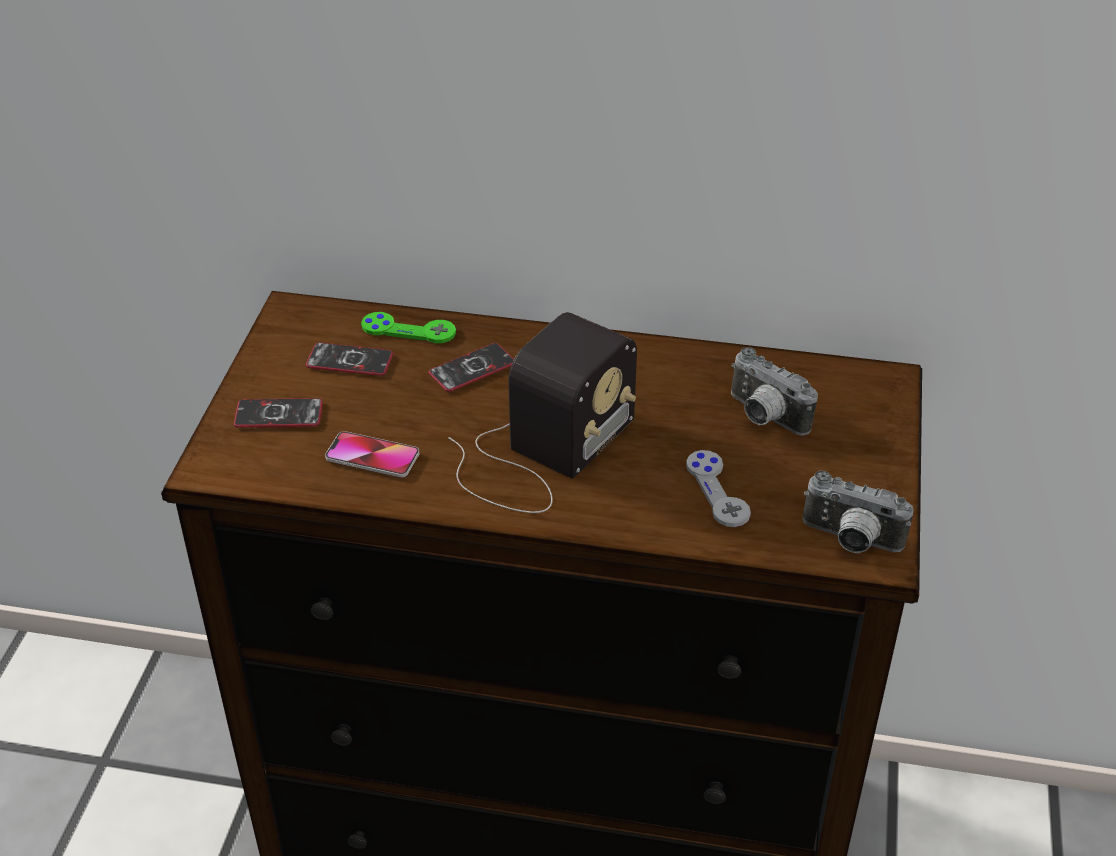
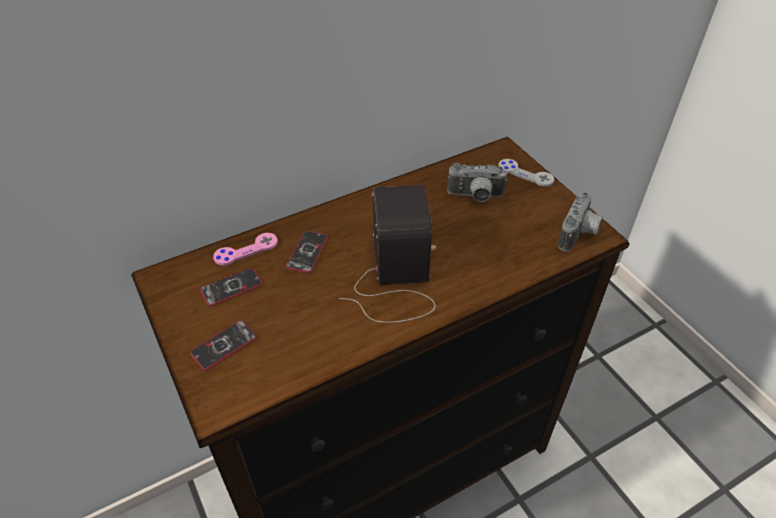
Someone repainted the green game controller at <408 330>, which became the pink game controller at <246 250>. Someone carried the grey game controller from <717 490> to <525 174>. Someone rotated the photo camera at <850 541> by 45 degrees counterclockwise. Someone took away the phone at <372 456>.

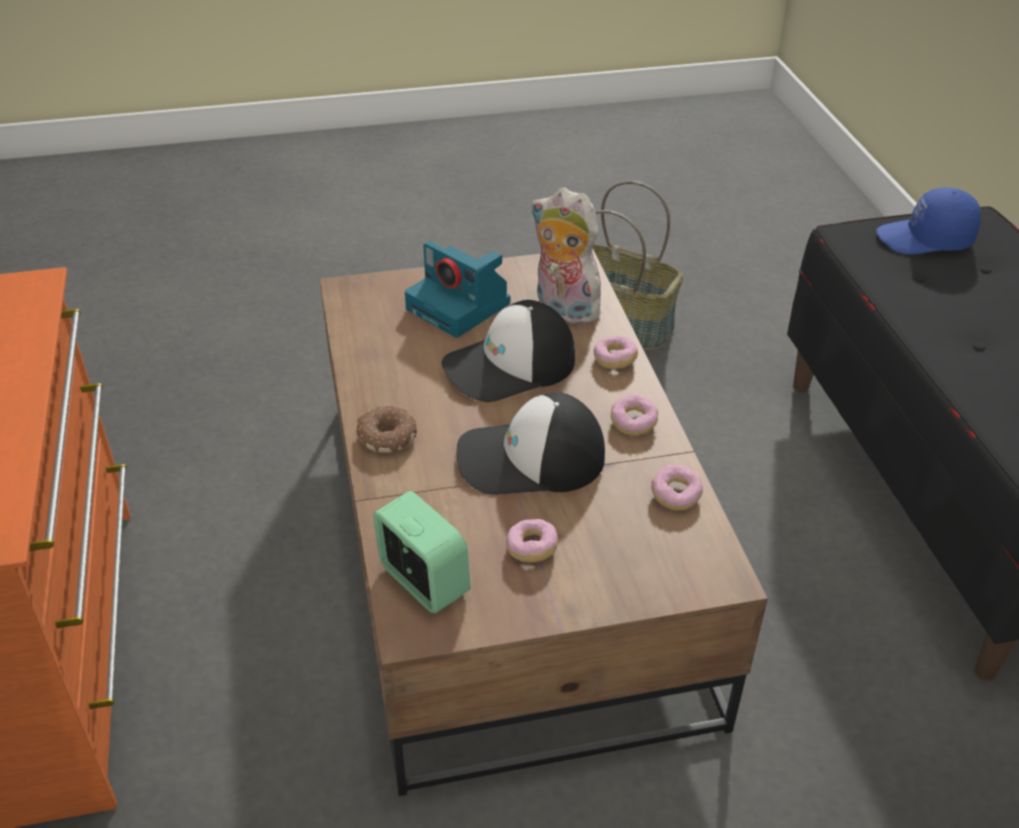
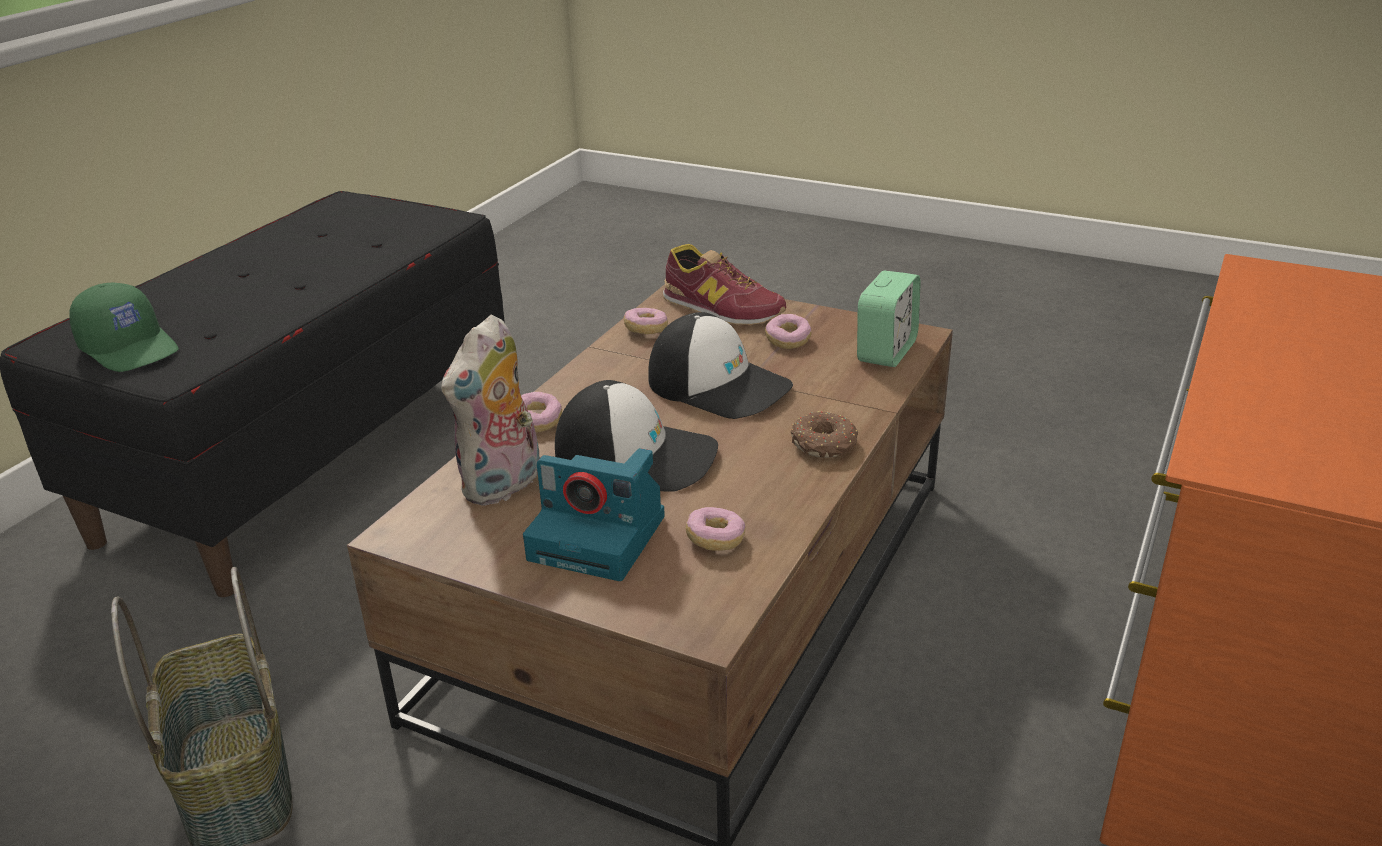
Someone repainted the blue cap at <925 240>, which became the green cap at <131 348>. Someone rotated the plush toy at <562 309> by 45 degrees clockwise. Someone rotated the photo camera at <460 306> by 120 degrees clockwise. Someone put down the shoe at <721 308>. Someone carried the donut from <633 423> to <715 540>. Someone rotated the alarm clock at <423 581> by 150 degrees counterclockwise.

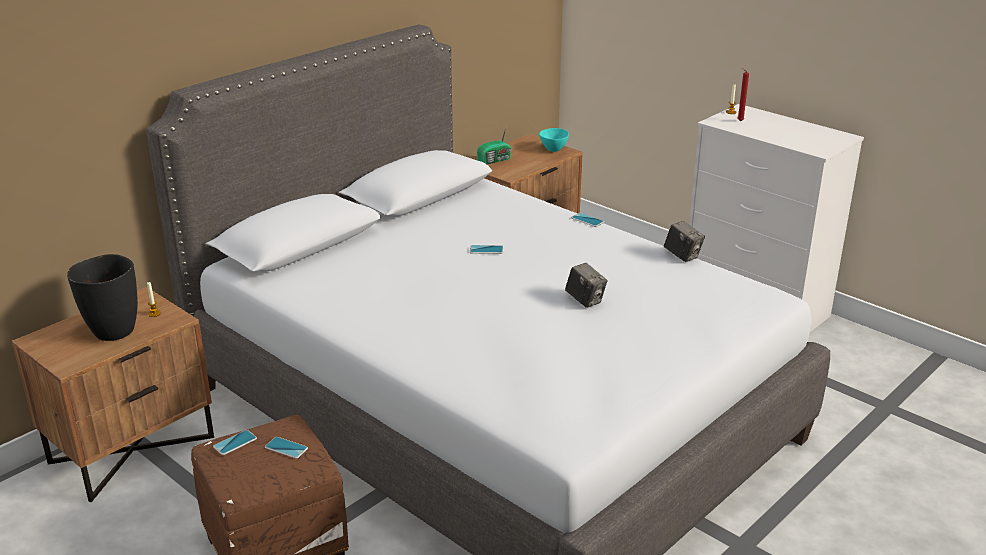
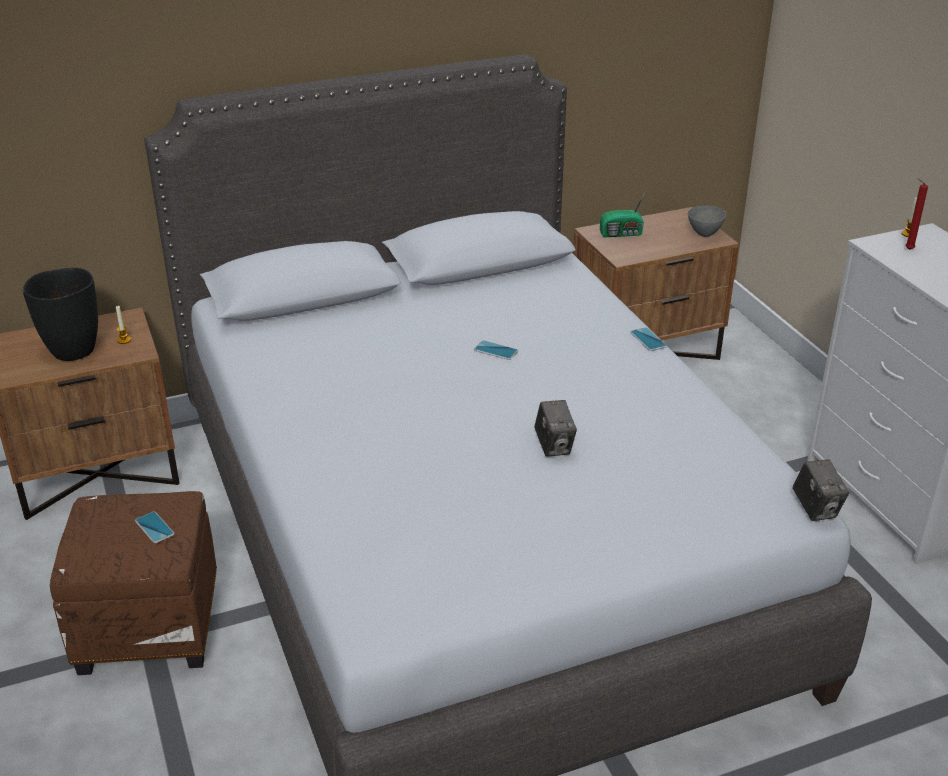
Someone repainted the turquoise bowl at <553 149>, which became the grey bowl at <704 233>. Someone carried the photo camera from <682 256> to <816 509>. Someone took away the phone at <235 443>.

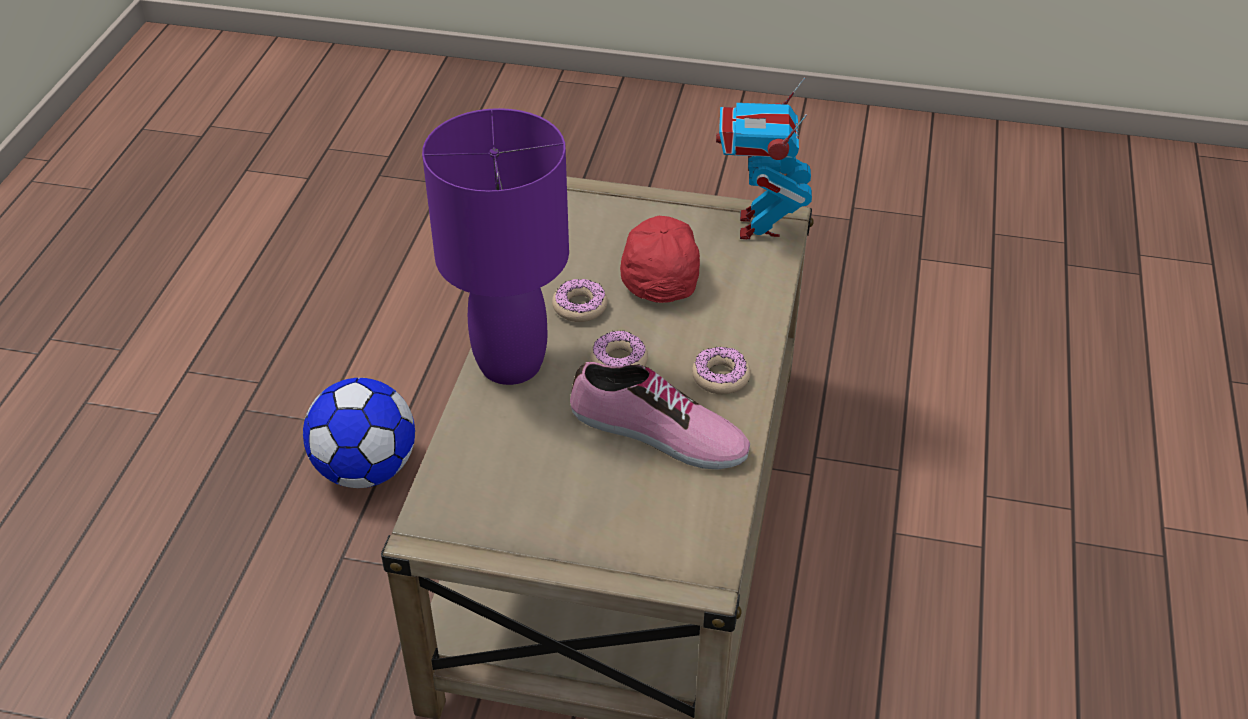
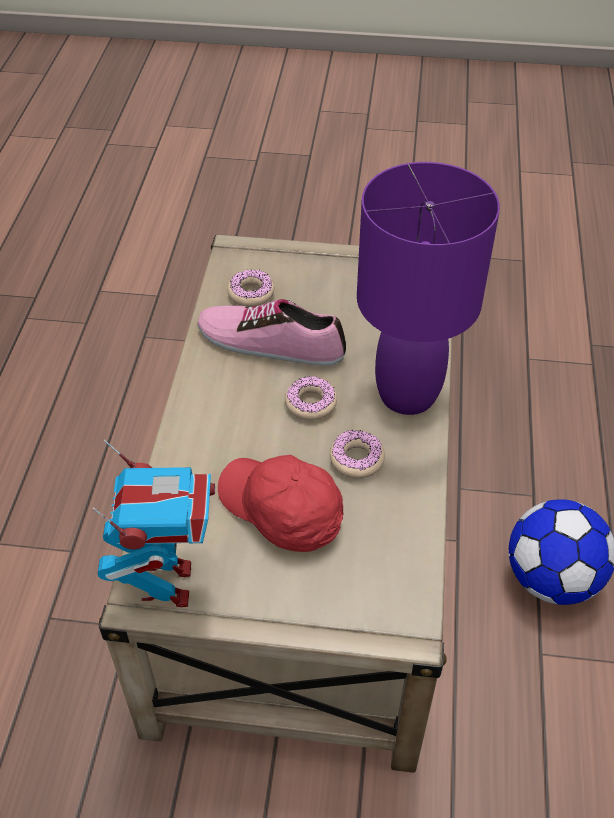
Someone rotated the red cap at <659 270> by 135 degrees clockwise. Someone carried the donut from <720 377> to <251 293>.

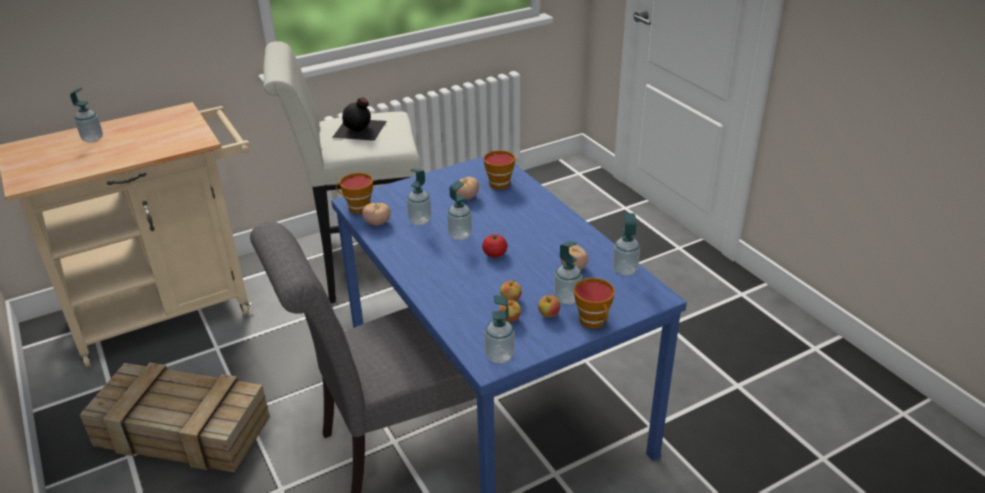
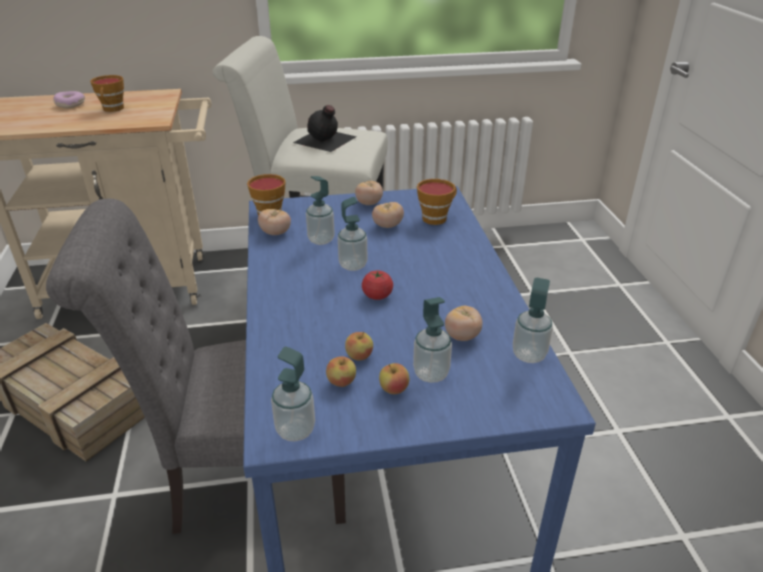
Someone swapped the soap dispenser at <92 139> for the donut at <70 104>. Someone carried the cup from <594 322> to <113 109>. Someone put down the tomato at <369 203>.

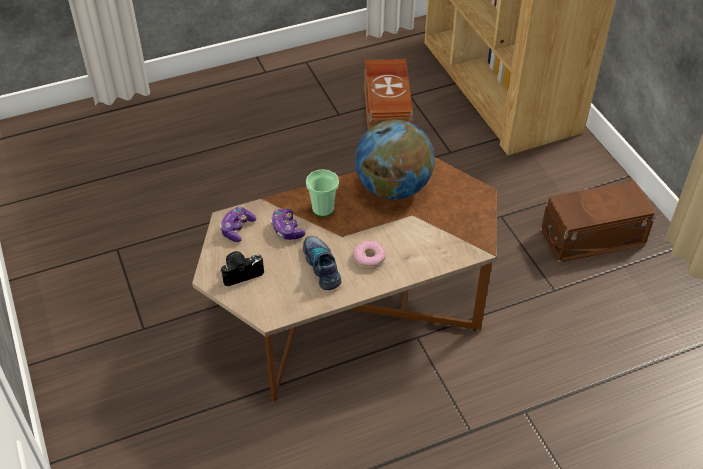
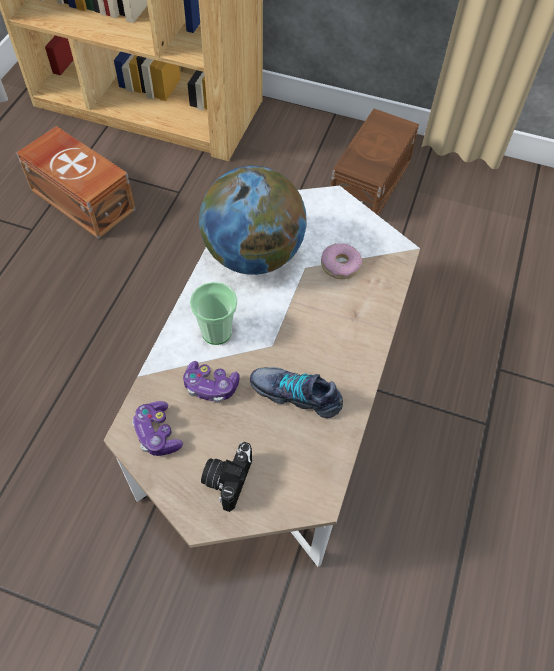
Someone repainted the brown coffee table at <352 311>, which became the white coffee table at <275 409>. Someone carried the donut from <369 258> to <340 265>.

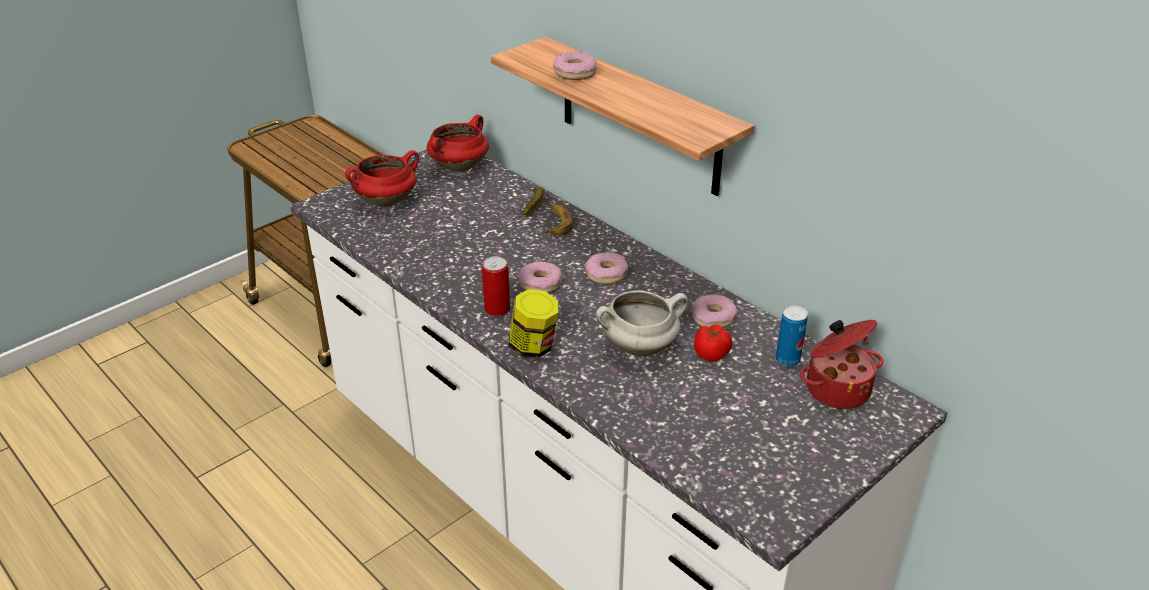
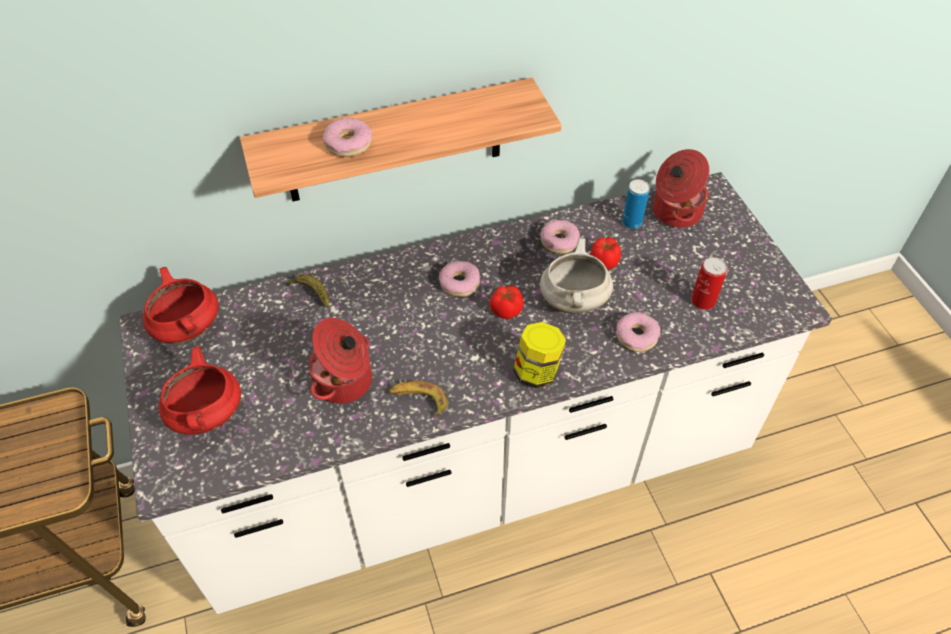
Someone put down the cooking pot at <345 382>. Someone carried the banana from <557 223> to <419 400>. Someone put down the tomato at <505 310>. Someone carried the donut from <540 283> to <636 336>. Someone carried the can from <497 309> to <703 301>.

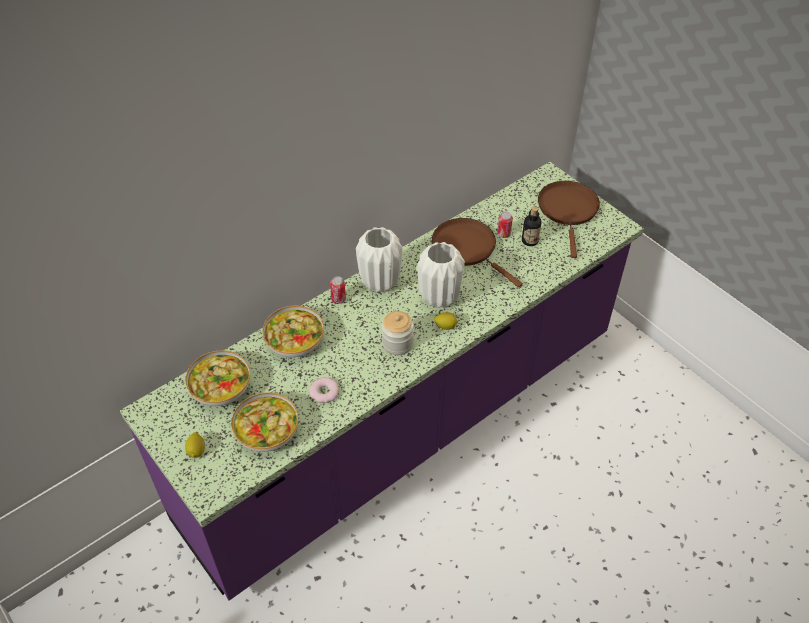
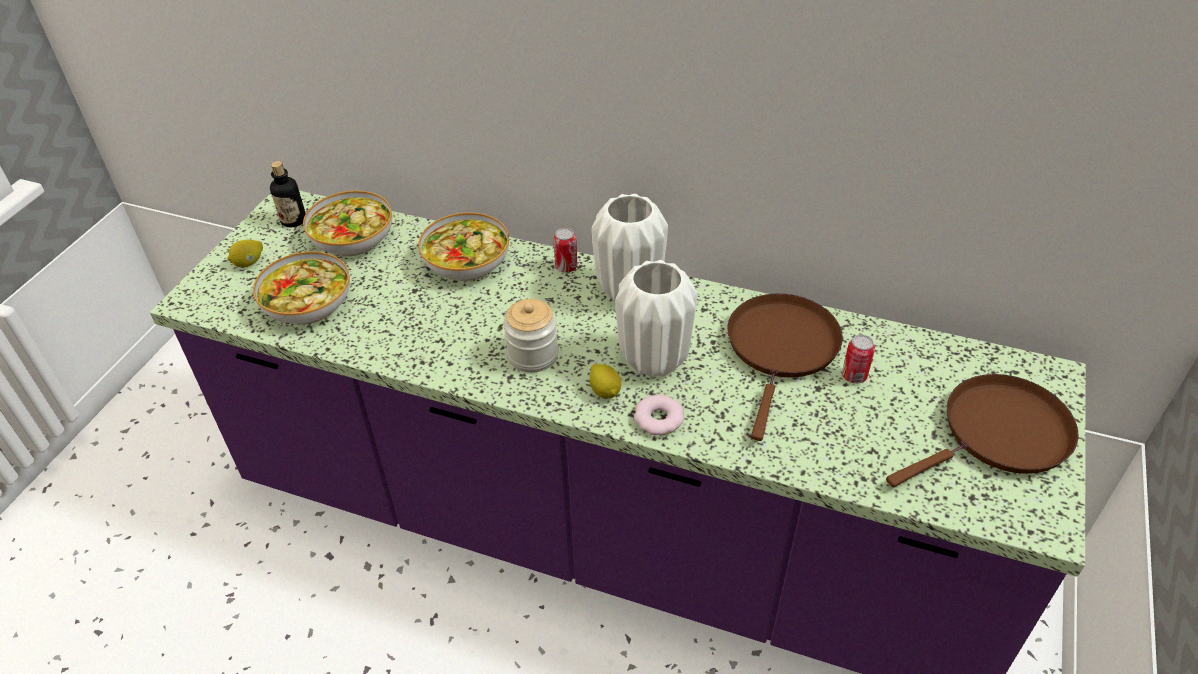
Someone carried the bottle from <529 241> to <293 220>. Someone carried the donut from <324 392> to <658 419>.

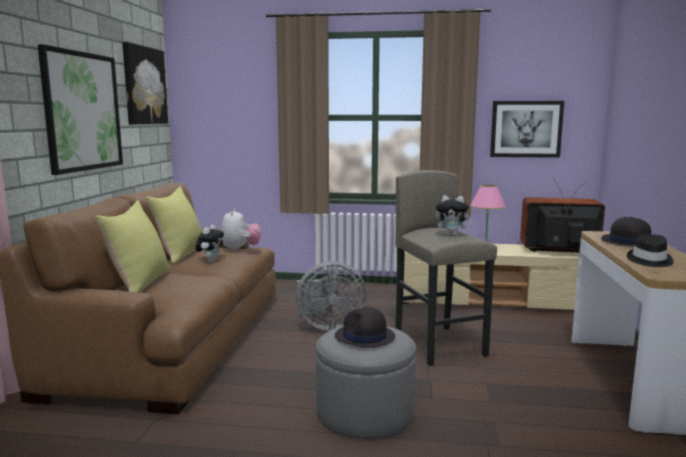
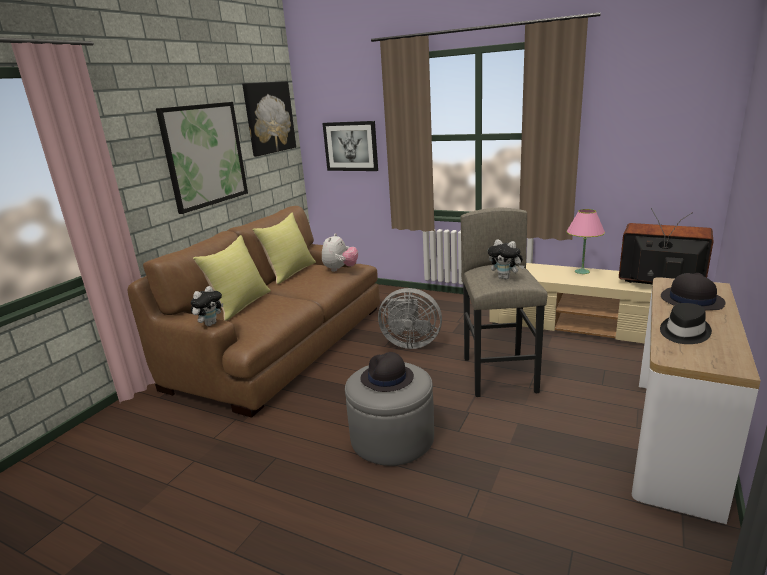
Someone carried the plush toy from <210 261> to <210 324>. Someone carried the picture from <526 129> to <351 146>.

